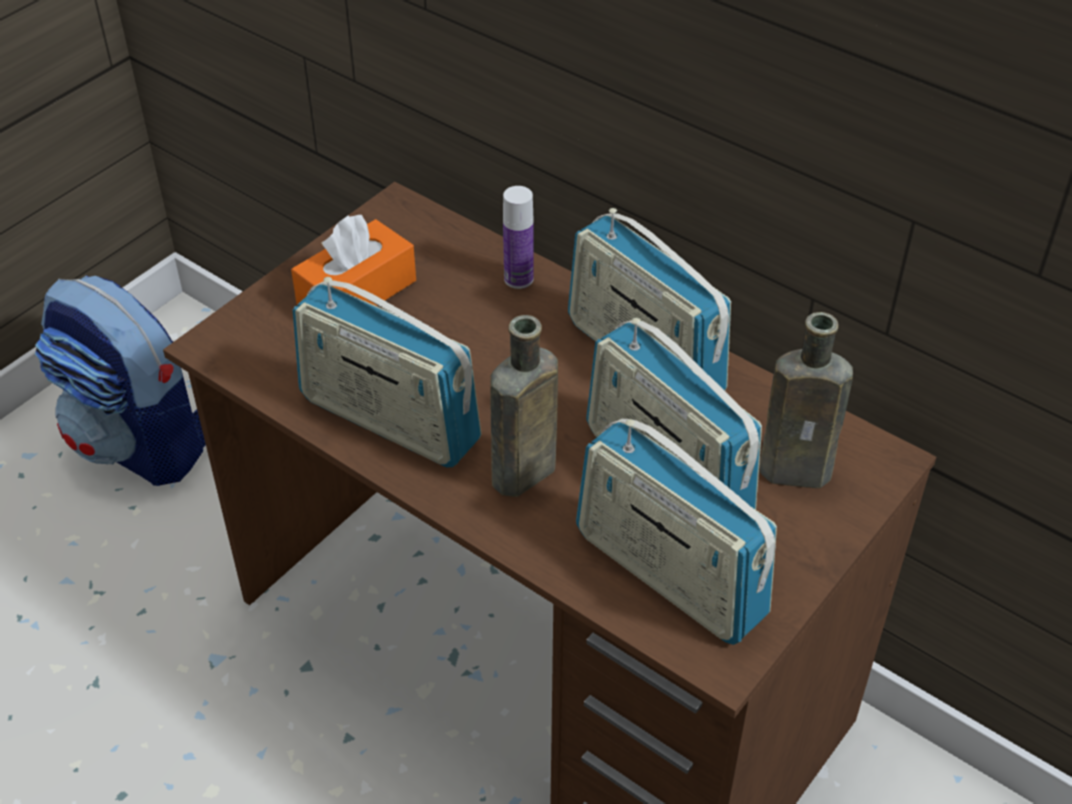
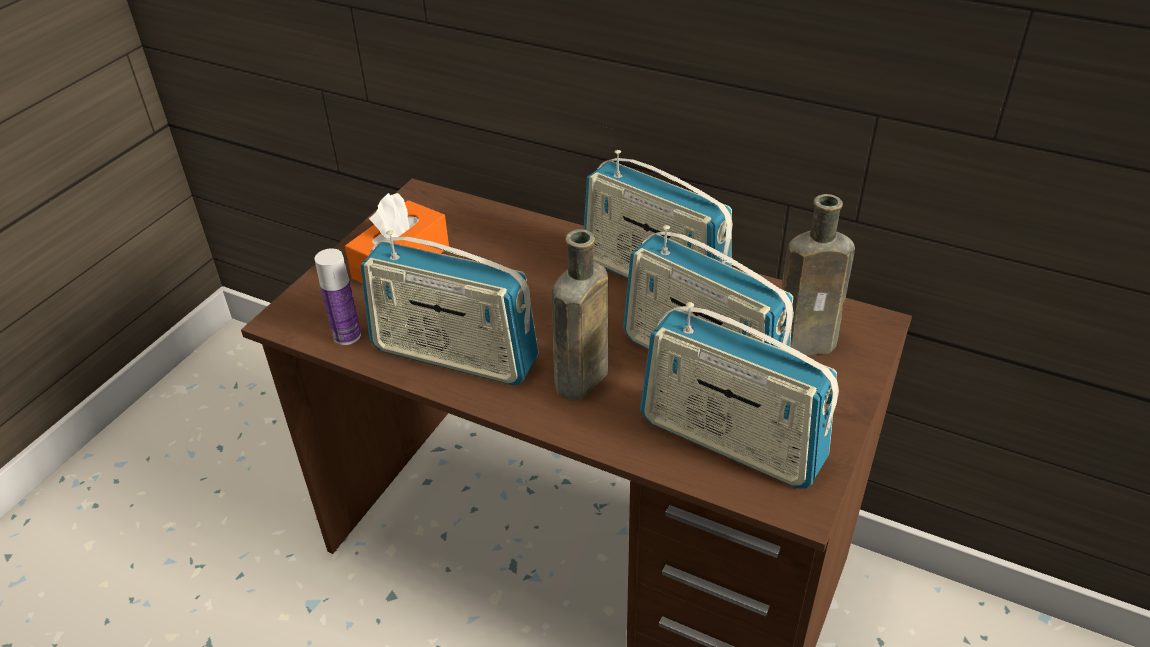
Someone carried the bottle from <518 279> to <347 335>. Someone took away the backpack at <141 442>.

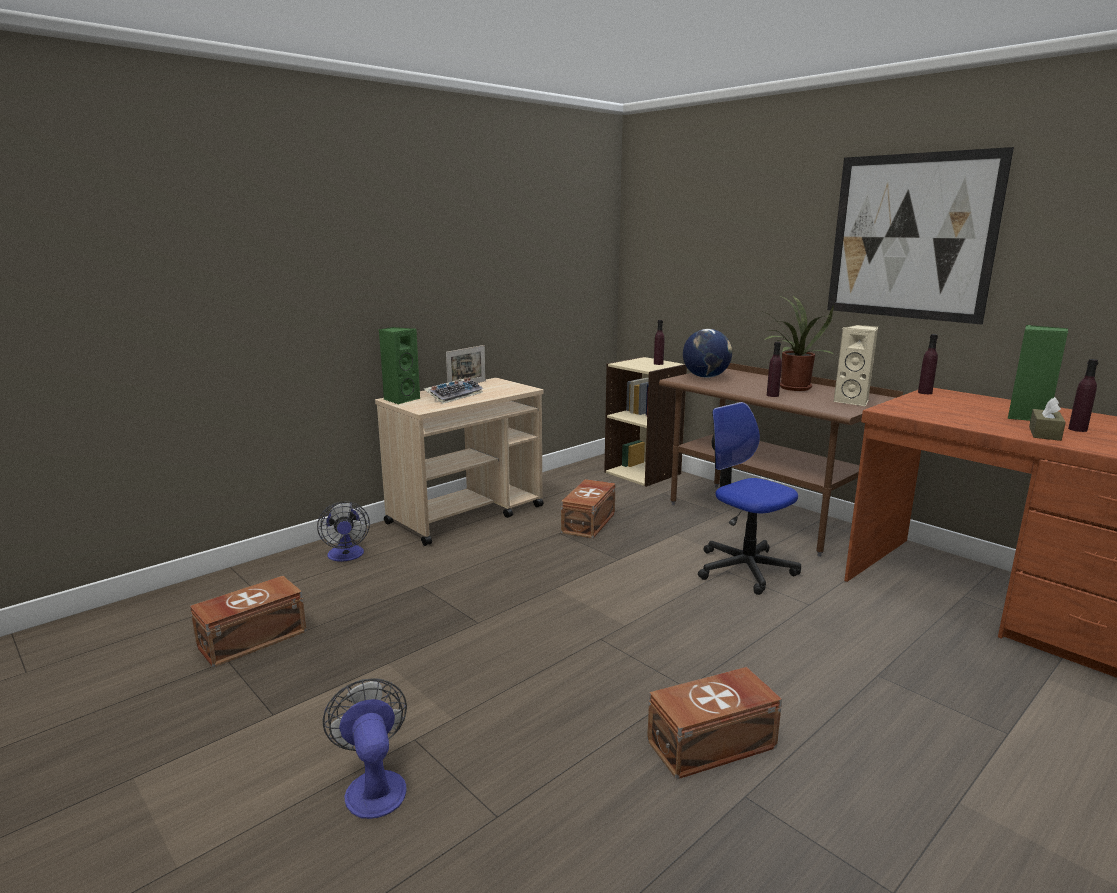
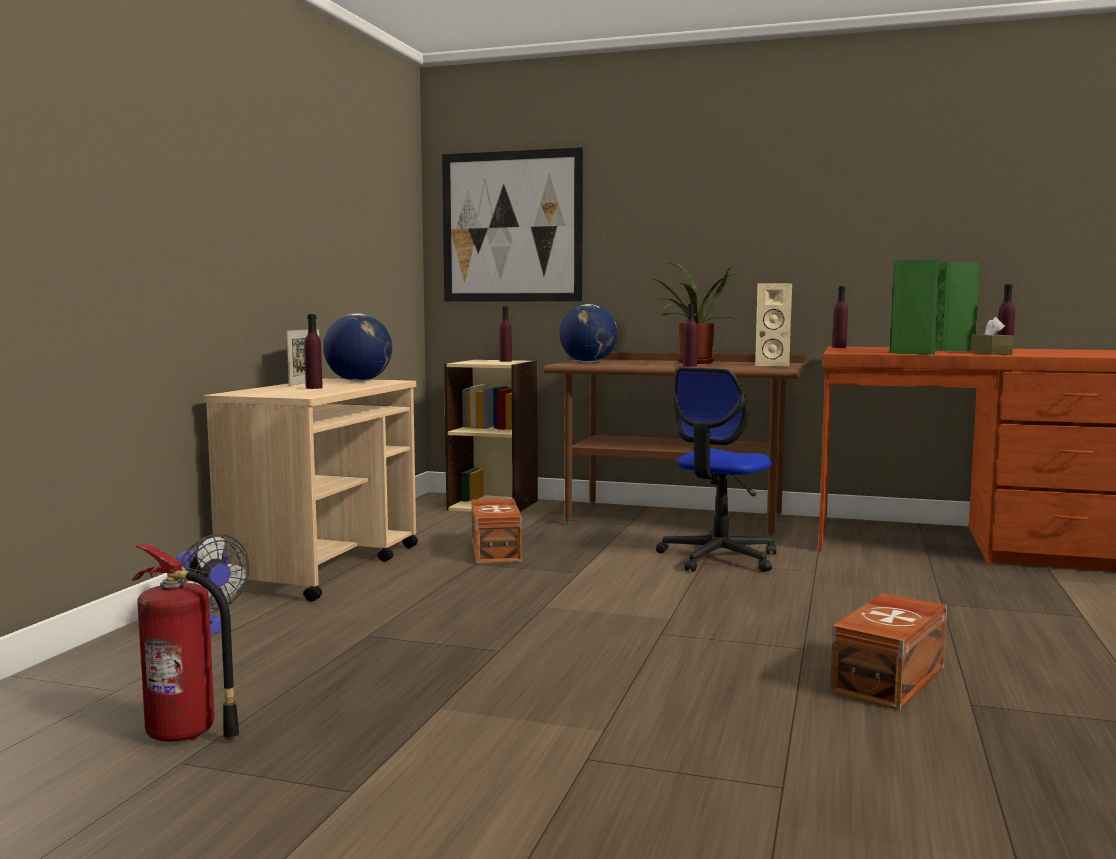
Someone swapped the brown storage box at <250 639> for the fire extinguisher at <184 734>. Someone swapped the keyboard at <454 395> for the purple bottle at <314 388>. Someone put down the globe at <358 381>. Someone carried the picture from <911 237> to <511 227>. Someone rotated the office chair at <745 569> by 75 degrees counterclockwise. Someone carried the green speaker from <400 399> to <911 353>. Someone took away the fan at <373 785>.

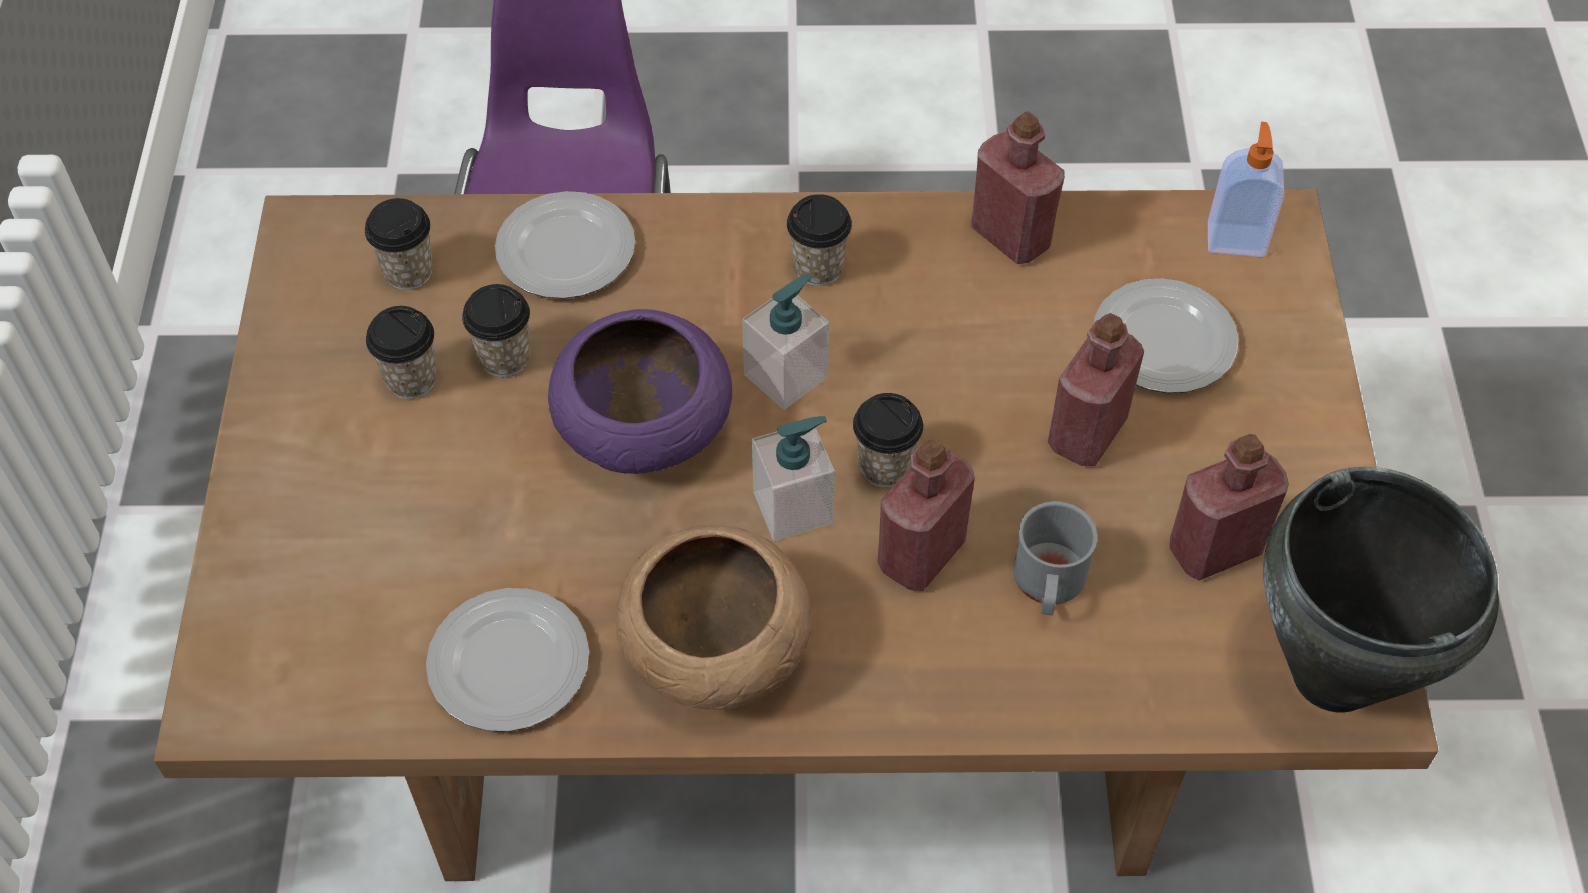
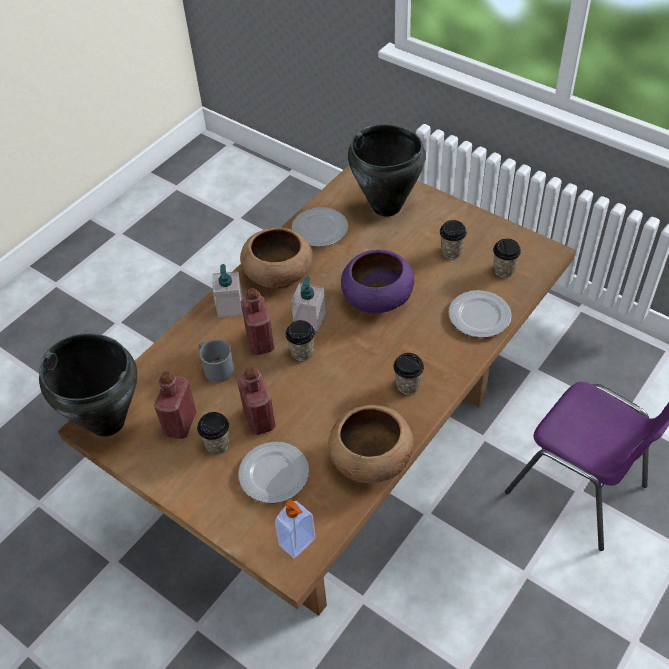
Someone carried the cup from <504 357> to <217 444>. Someone carried the soap dispenser from <786 376> to <230 307>. Someone swapped the red bottle at <1010 236> for the brown bowl at <370 459>. Someone put down the black cooking pot at <386 207>.

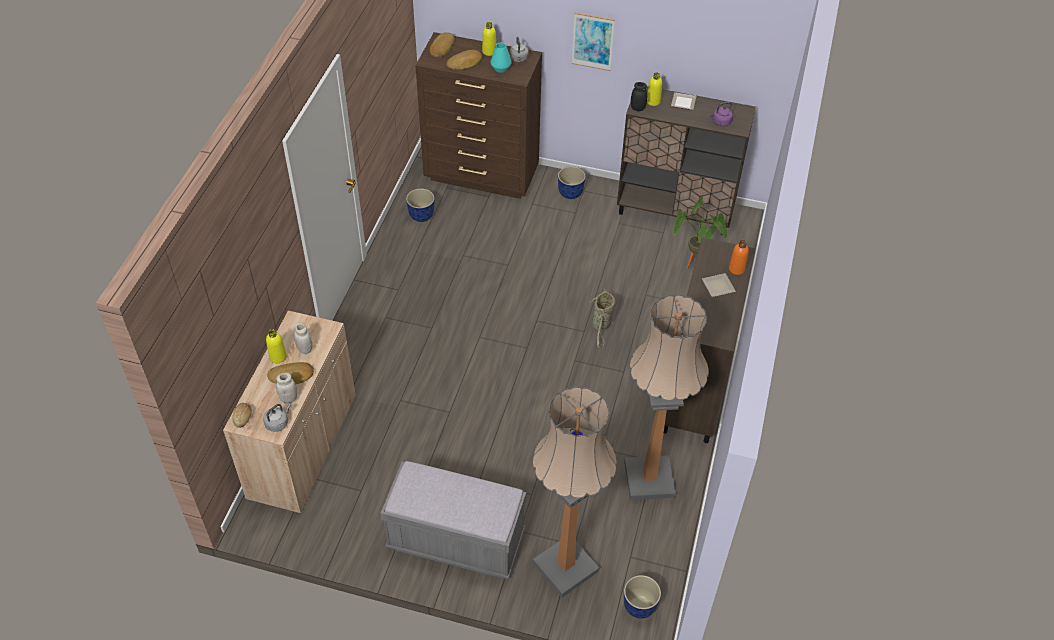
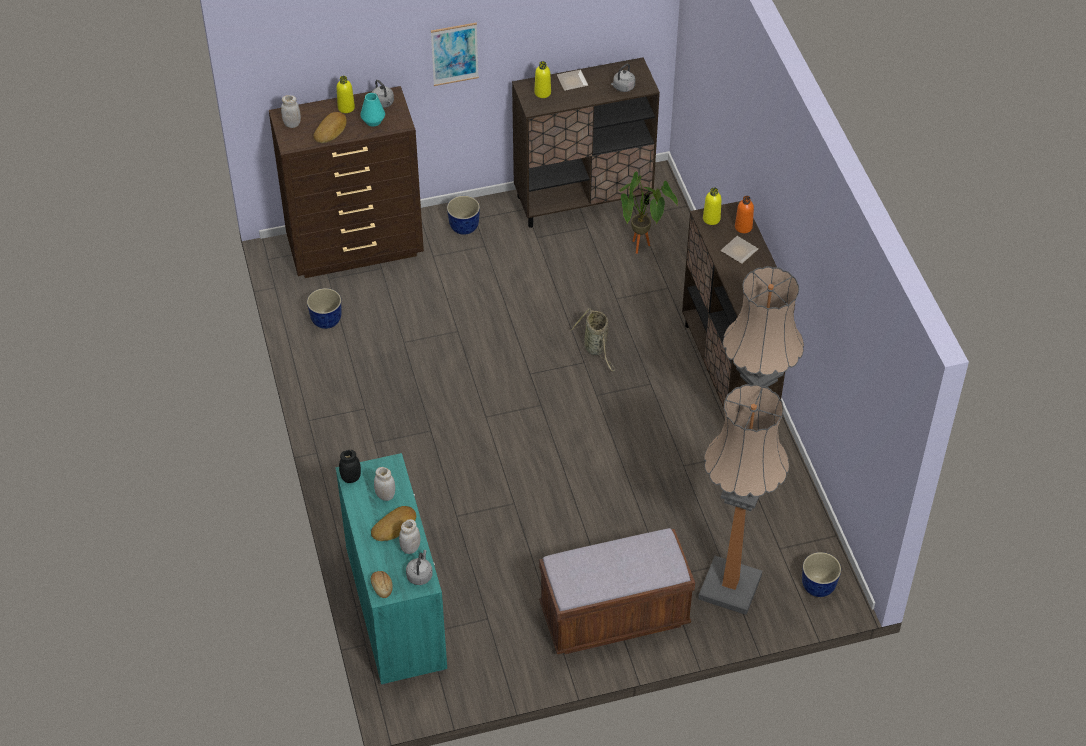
Someone swapped the bread at <441 47> for the white jar at <292 124>. Someone repainted the beige cabinet at <303 446>, which became the turquoise cabinet at <396 608>. Someone carried the black jar from <637 108> to <351 478>. Someone repainted the grey bench at <456 541>, which became the brown bench at <614 617>. Someone repainted the purple kettle at <720 122>, which became the grey kettle at <623 87>. Someone carried the yellow bottle from <278 357> to <711 219>.

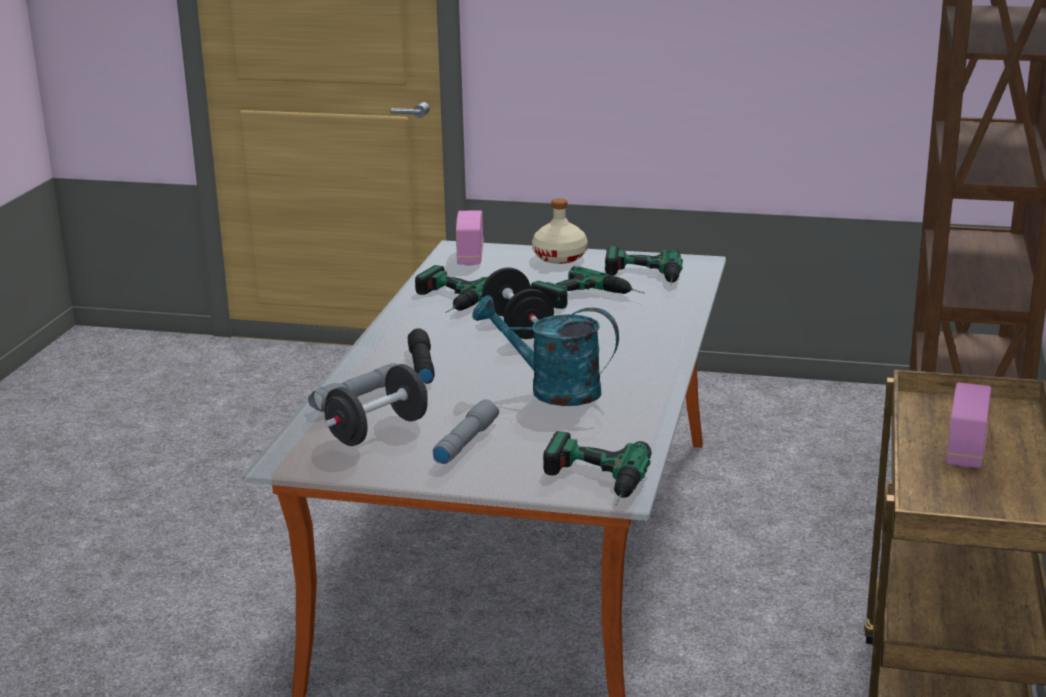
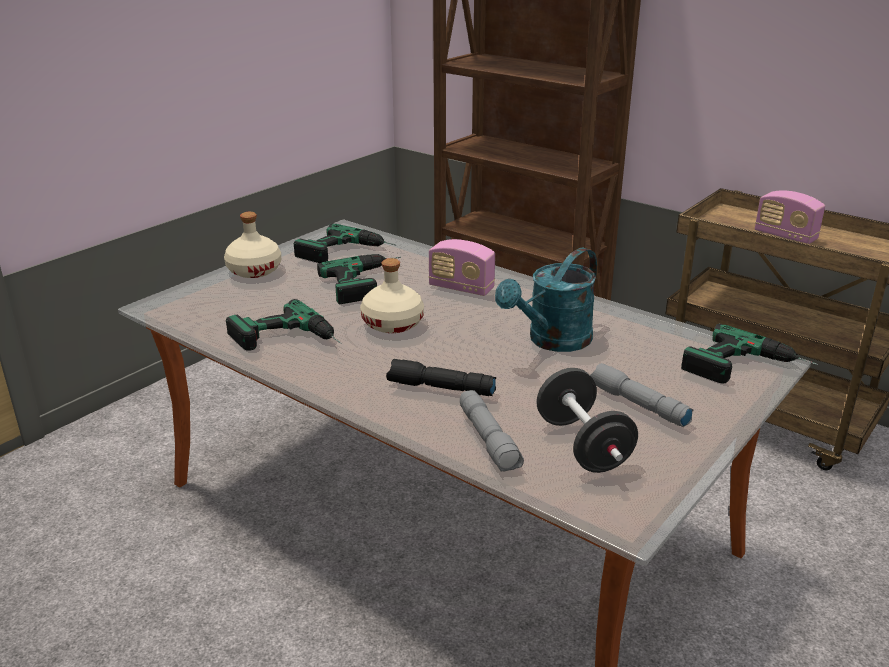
Someone swapped the black dumbbell at <517 326> for the beige bottle at <393 323>. Someone carried the radio from <470 257> to <461 288>.

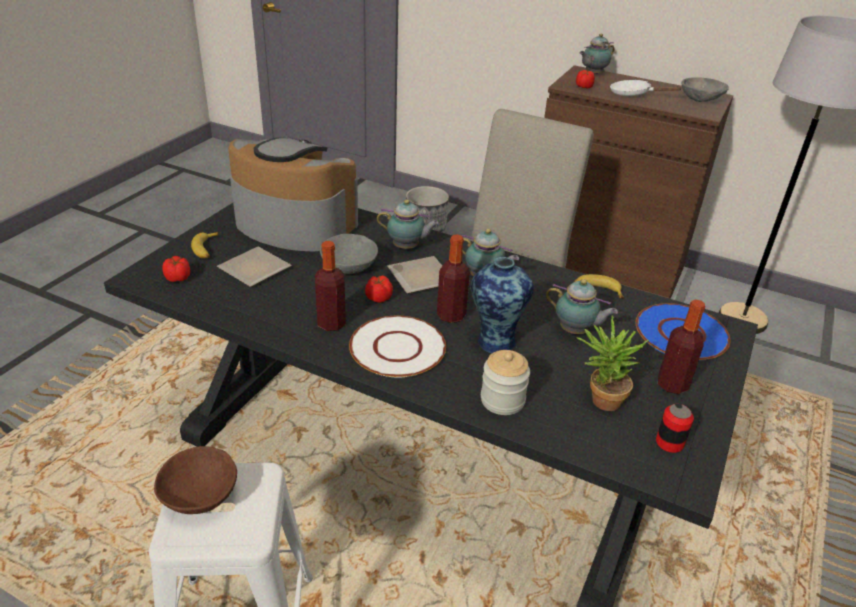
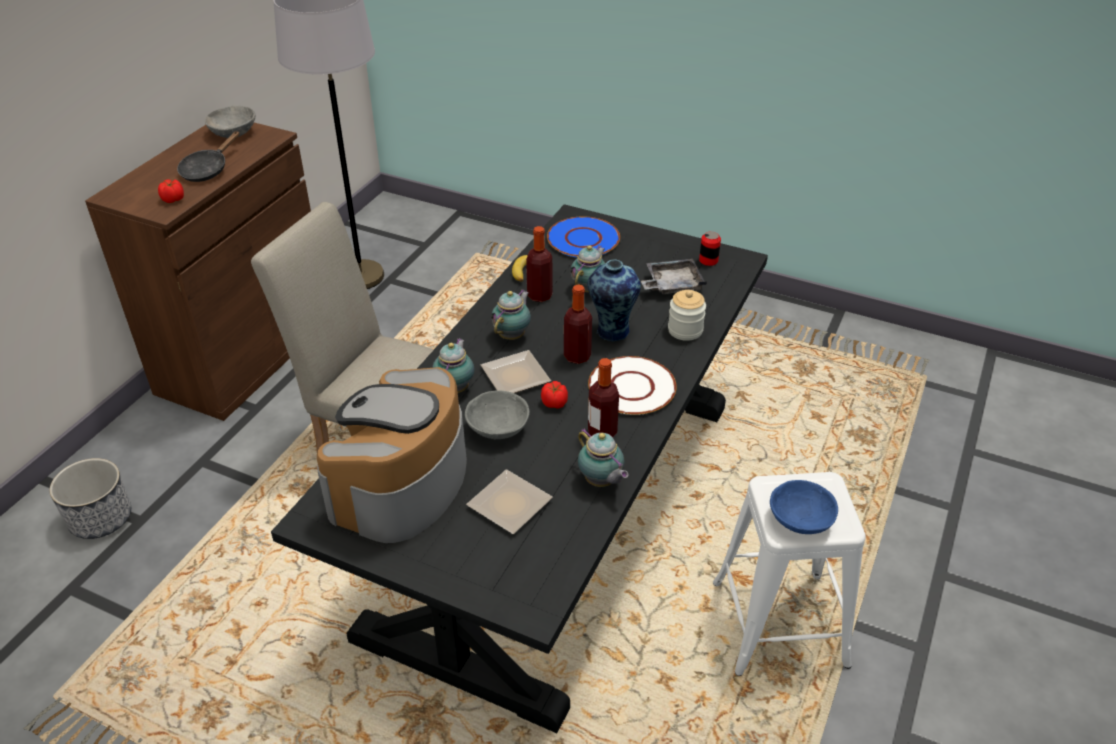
Someone repainted the white frying pan at <634 94>, which became the black frying pan at <207 170>. Someone carried the bottle from <672 384> to <539 295>. Someone carried the teapot from <592 74> to <601 482>. Someone swapped the potted plant at <600 399> for the grey tray at <672 285>. Someone repainted the brown bowl at <200 494>, which became the blue bowl at <799 520>. Someone took away the tomato at <178 278>. Someone took away the banana at <206 249>.

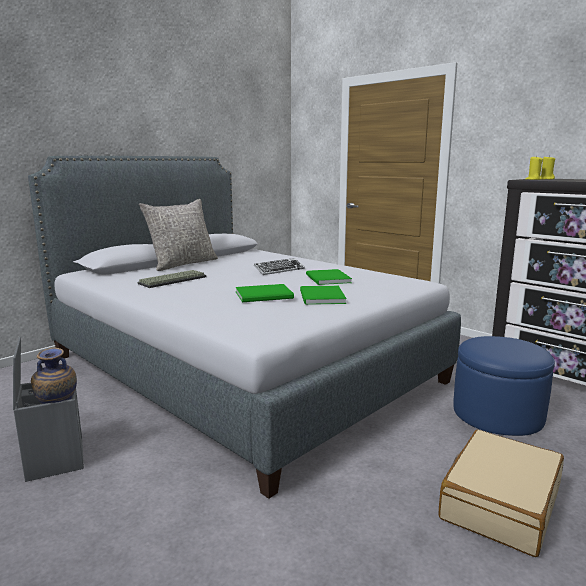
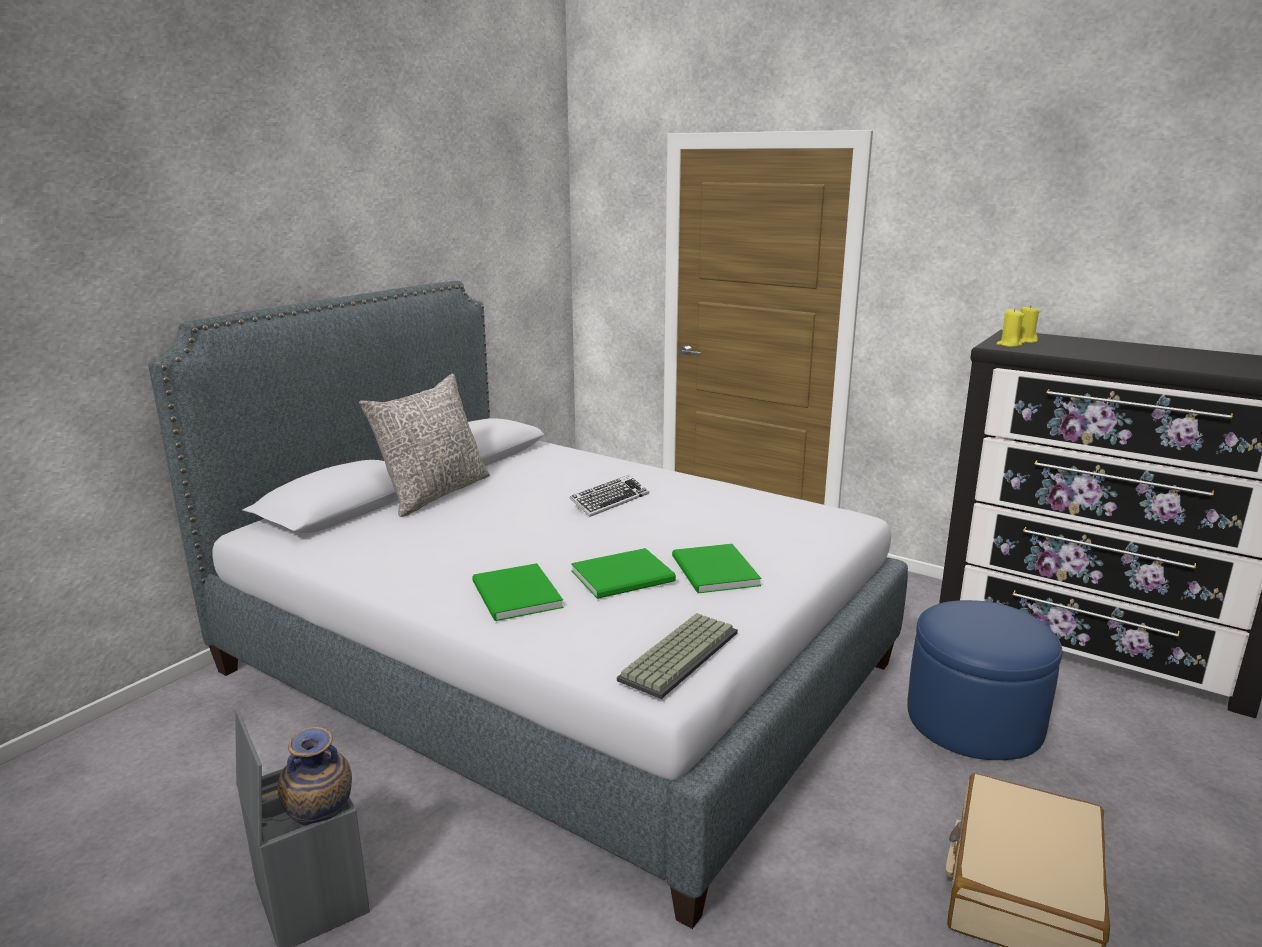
Someone carried the green book from <327 279> to <515 596>. Someone carried the keyboard from <173 280> to <678 654>.

